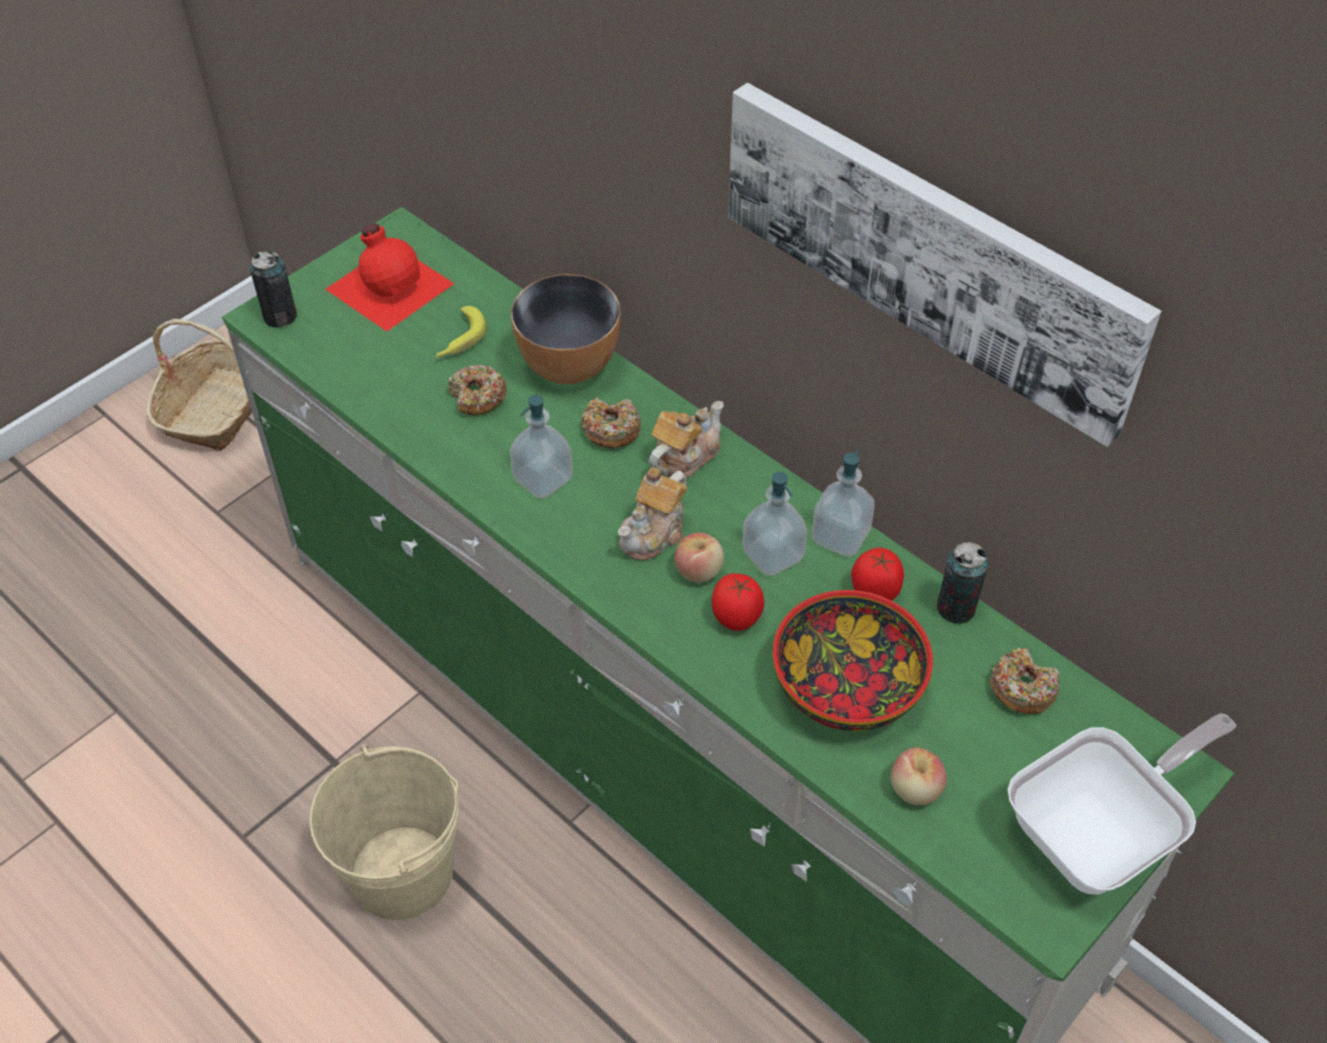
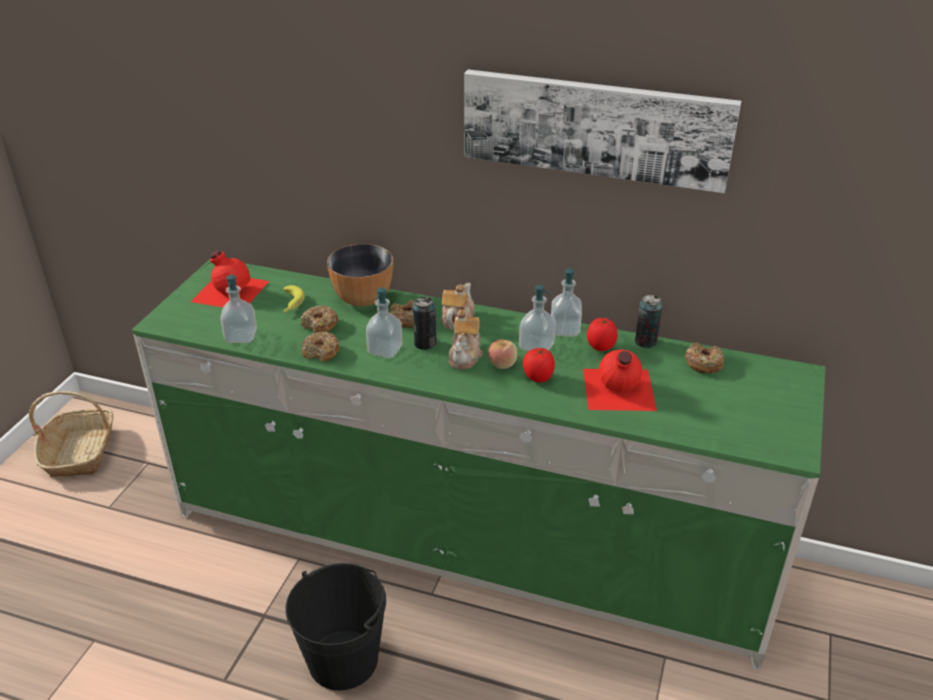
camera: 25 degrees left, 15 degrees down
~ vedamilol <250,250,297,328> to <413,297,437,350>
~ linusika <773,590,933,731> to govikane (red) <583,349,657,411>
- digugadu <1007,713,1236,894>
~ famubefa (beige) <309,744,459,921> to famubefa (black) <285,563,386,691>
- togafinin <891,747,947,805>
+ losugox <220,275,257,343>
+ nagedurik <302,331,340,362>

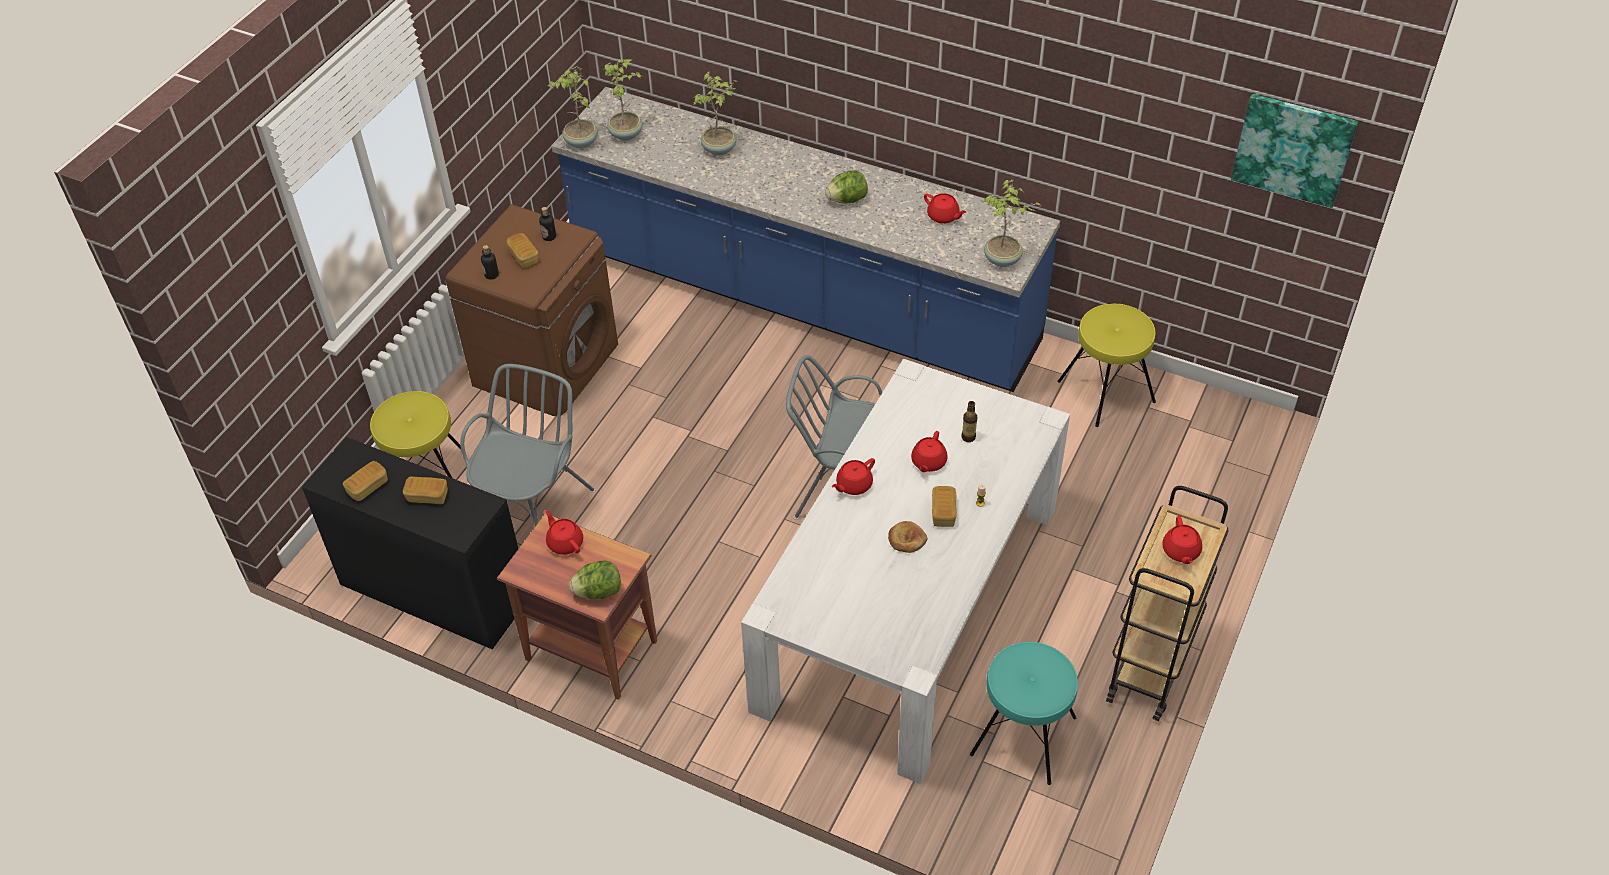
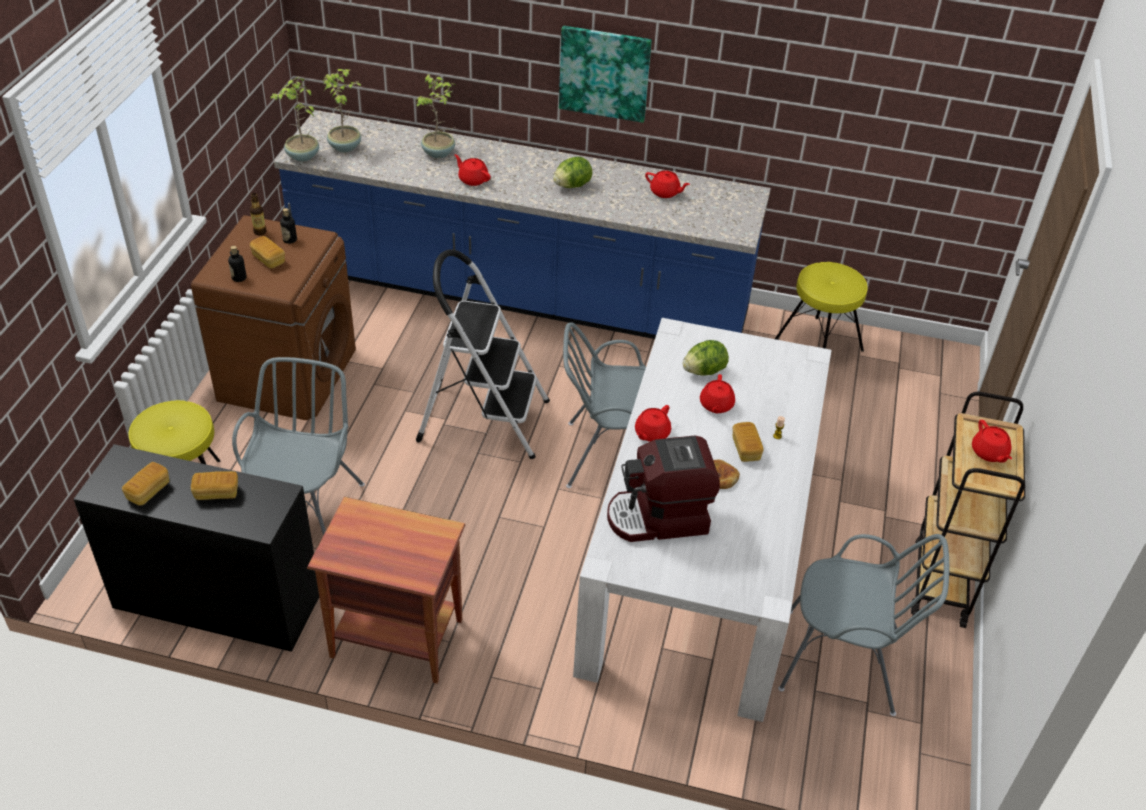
camera: 15 degrees left, 5 degrees down
~ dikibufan <1231,94,1358,208> to <559,26,652,123>
- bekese <983,180,1042,267>
~ govikane <962,401,977,442> to <250,193,267,235>
~ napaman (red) <545,510,583,555> to <454,154,491,186>
~ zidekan <569,560,621,599> to <683,340,729,376>
~ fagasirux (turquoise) <970,642,1078,785> to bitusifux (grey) <778,534,949,716>
+ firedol <416,249,550,459>
+ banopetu <607,436,720,542>

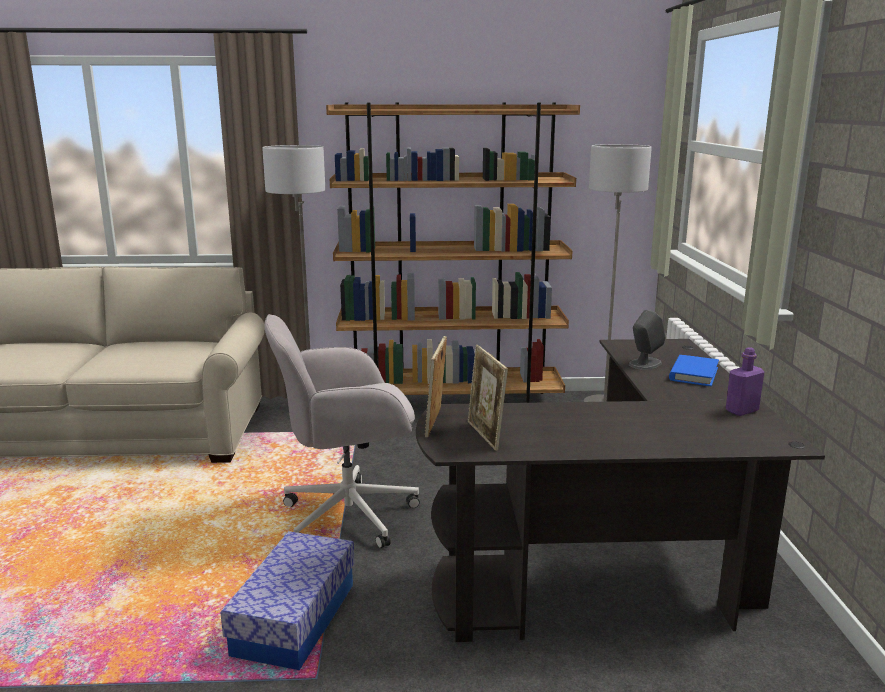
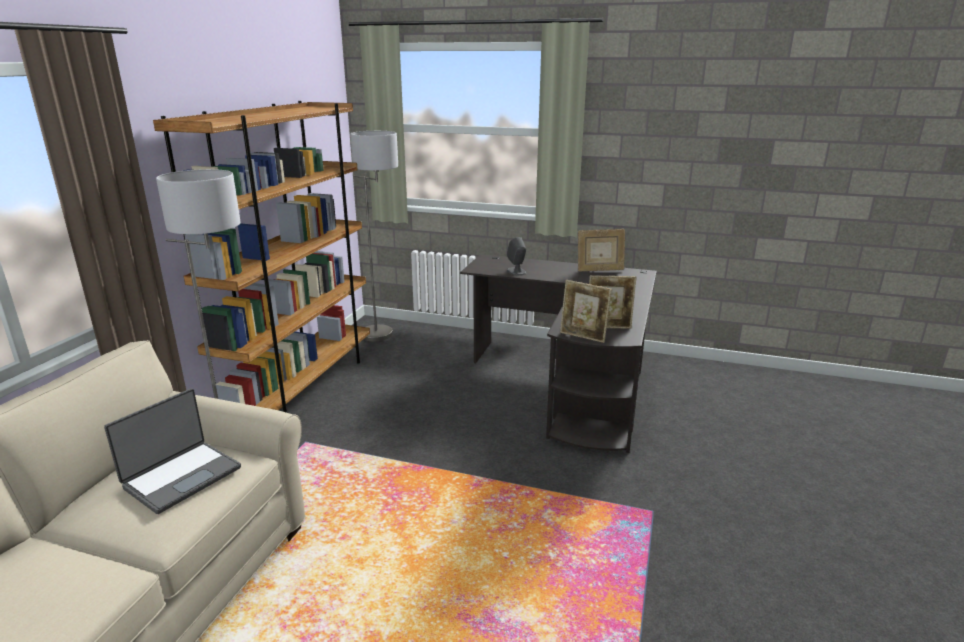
camera: 70 degrees left, 5 degrees up
- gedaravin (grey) <264,314,420,548>
~ govikane (purple) <726,347,764,416> to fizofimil <578,229,625,271>
- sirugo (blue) <669,355,719,386>
- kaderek <221,531,355,670>
+ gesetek <104,389,241,514>

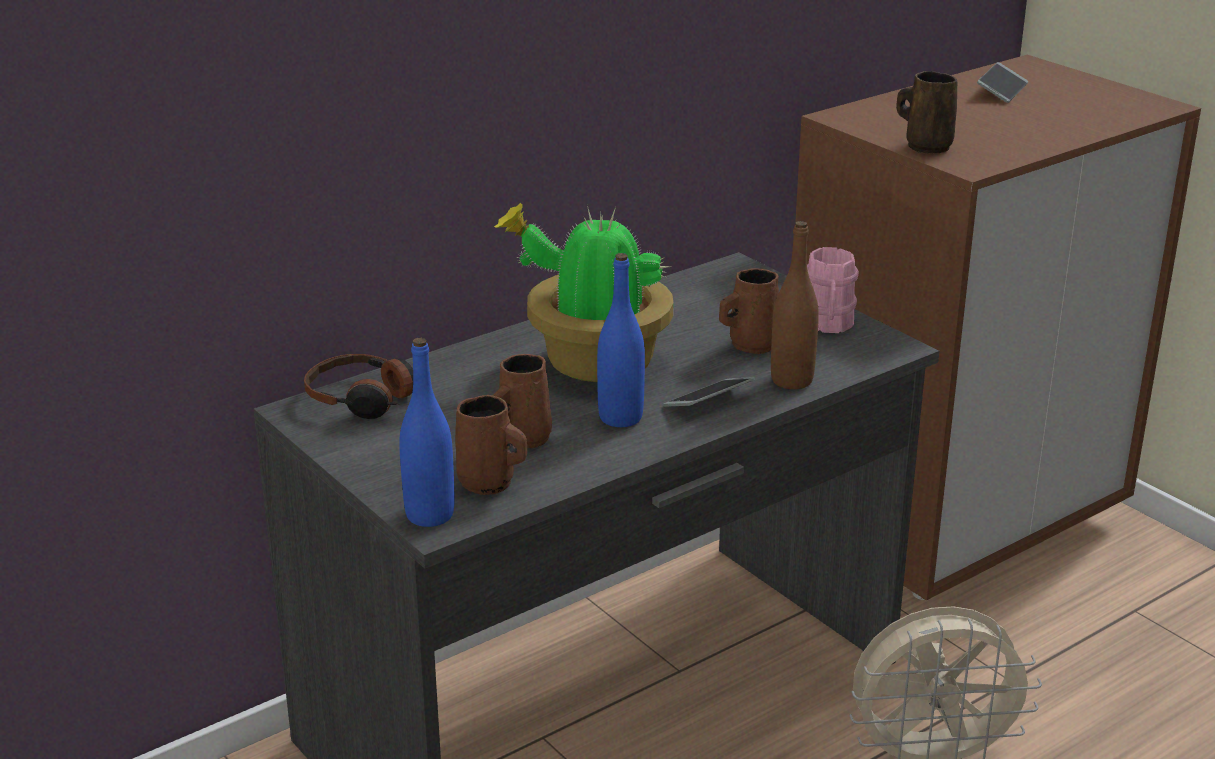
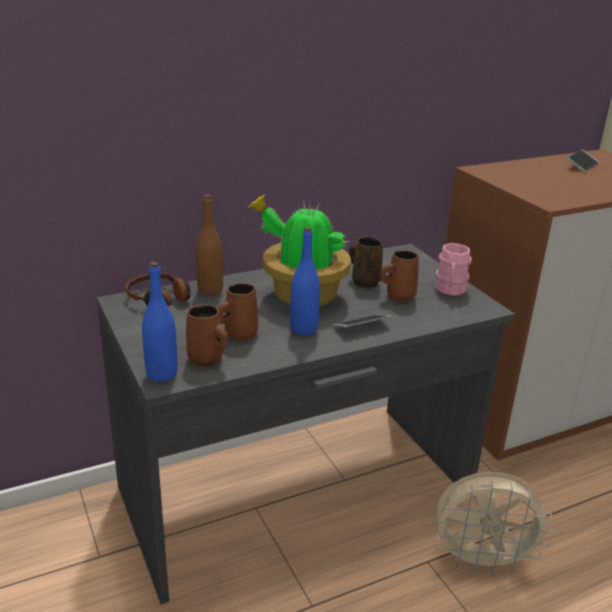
camera: 10 degrees right, 0 degrees up
~ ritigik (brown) <896,71,957,153> to <349,237,383,288>
~ govikane (brown) <771,221,819,389> to <196,195,223,295>

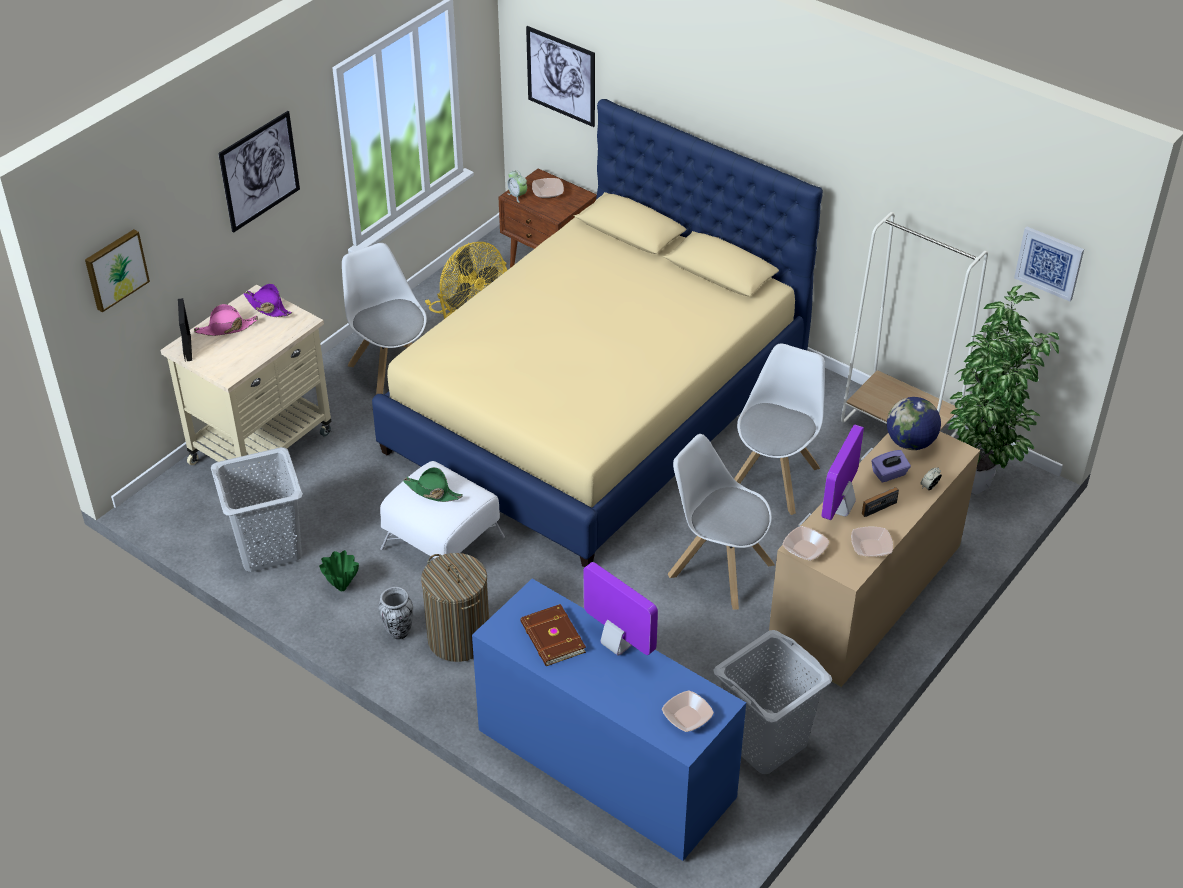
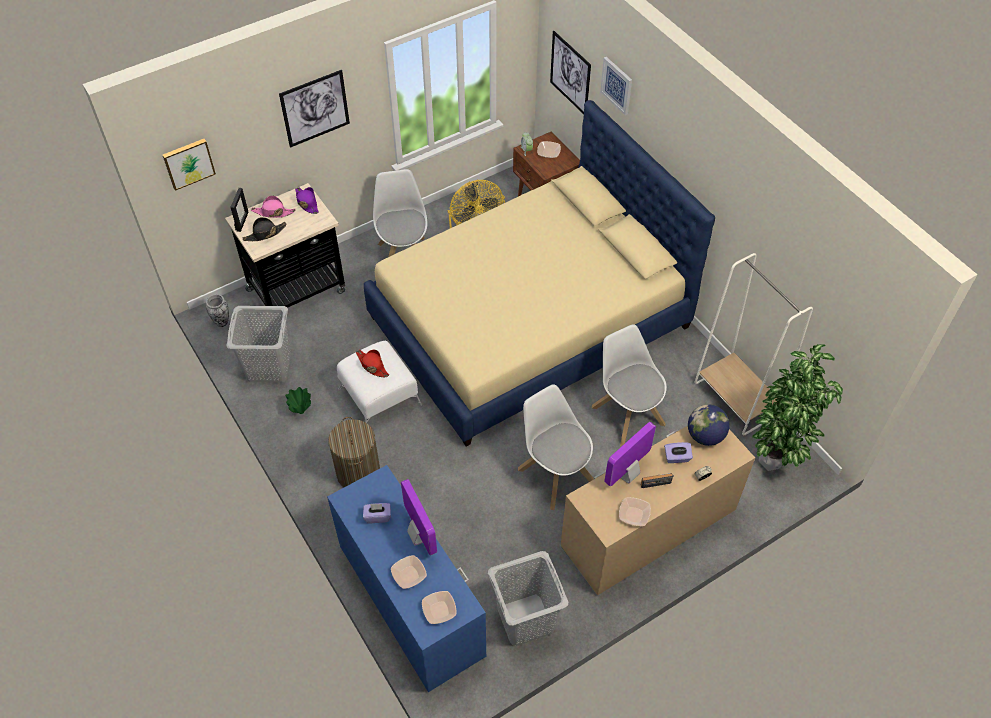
camera: 20 degrees right, 10 degrees up
~ dikibufan <1014,227,1084,301> to <600,57,632,115>
~ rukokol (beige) <161,285,331,495> to rukokol (black) <225,183,345,308>
~ bitusifux <734,343,825,515> = <592,324,667,447> 75 degrees counterclockwise
~ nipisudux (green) <403,467,463,502> to nipisudux (red) <356,350,389,378>
~ linusika <782,526,829,560> to <391,555,427,589>
~ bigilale <378,587,413,640> to <206,294,229,327>
~ sirugo (brown) <521,604,586,666> to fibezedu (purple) <363,503,391,523>
+ nipisudux (black) <242,217,286,241>

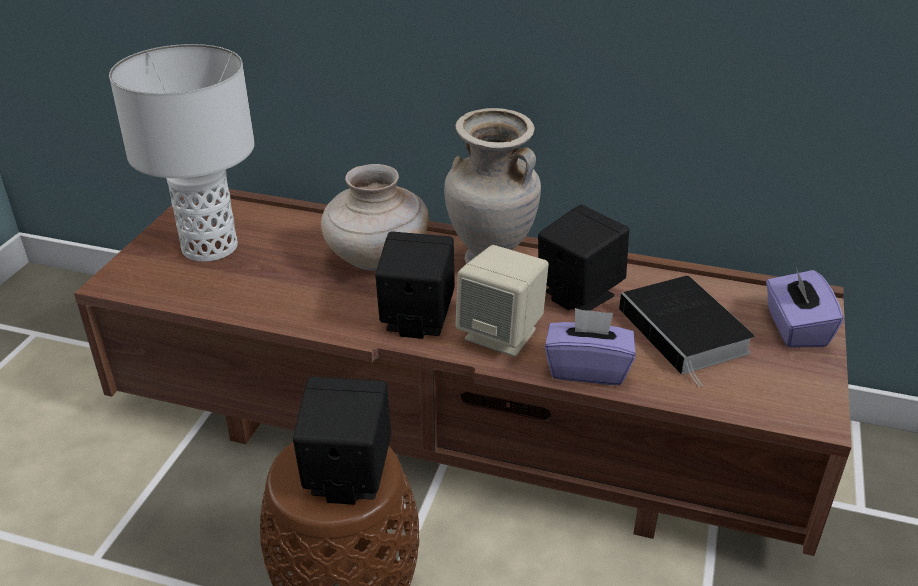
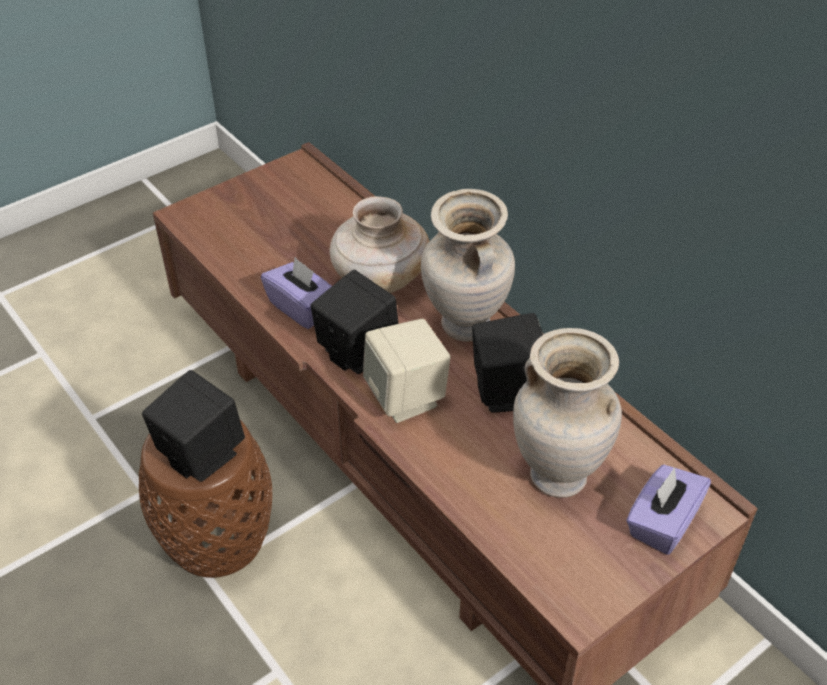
camera: 35 degrees right, 10 degrees up
- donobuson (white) <109,44,255,262>
~ sirugo <619,276,755,387> to bigilale (beige) <513,328,622,498>
~ fibezedu (purple) <545,308,636,385> to <261,257,332,329>

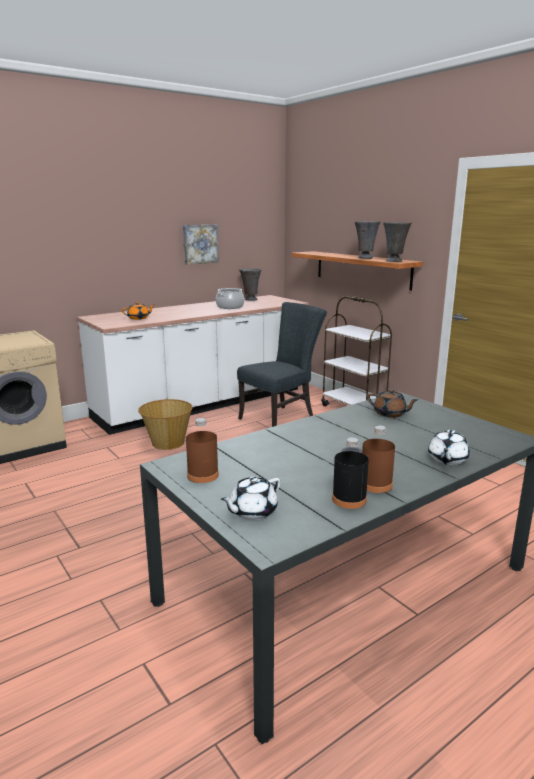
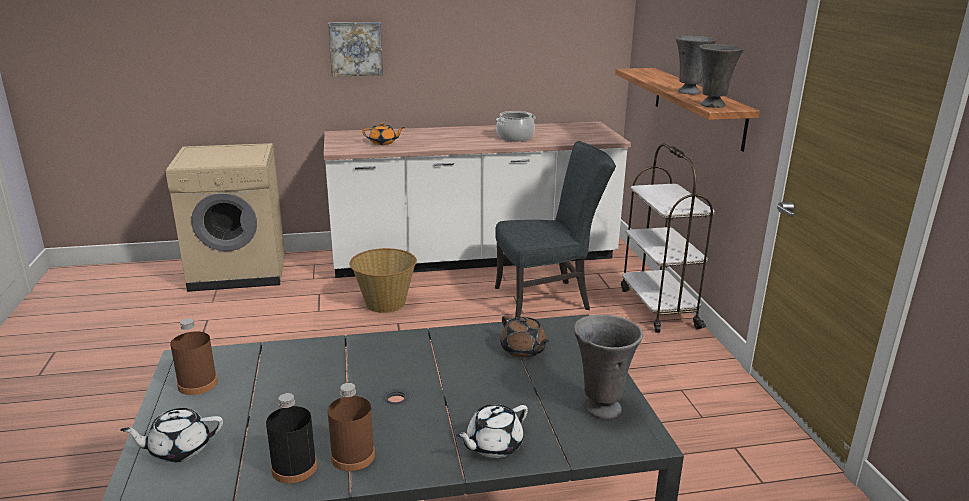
camera: 25 degrees right, 5 degrees up
~ dikibufan <183,225,219,265> to <328,22,383,77>
~ bigilale (grey) <239,268,261,301> to <574,314,643,419>

